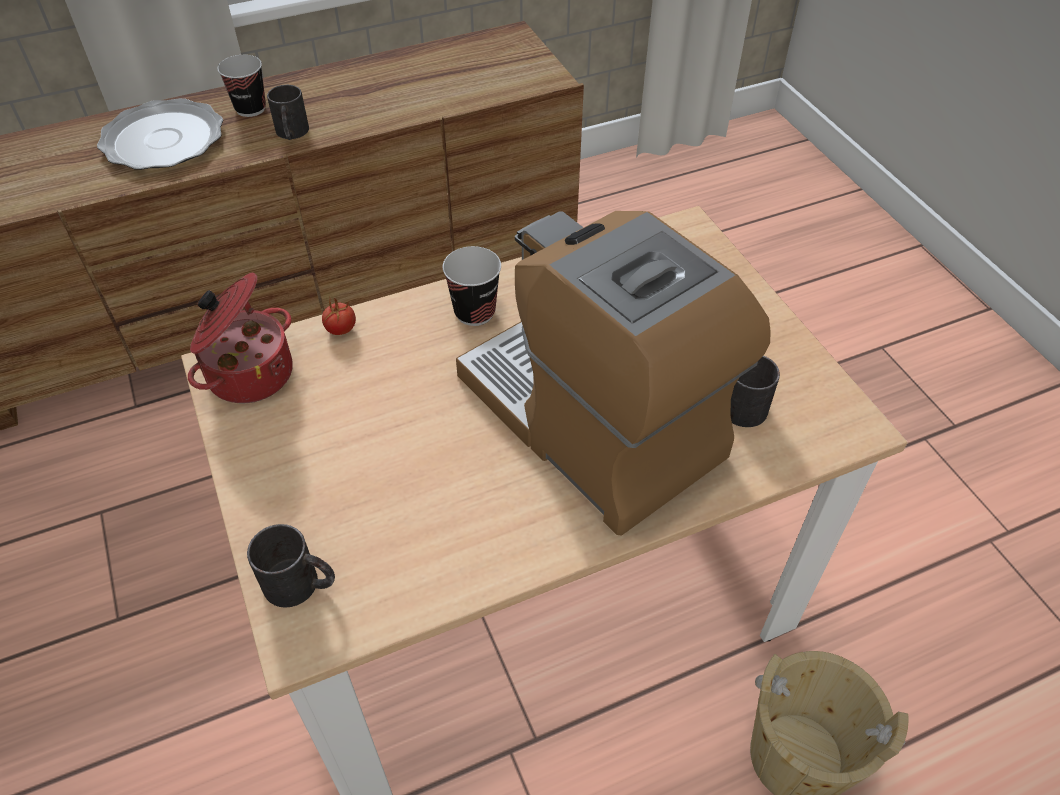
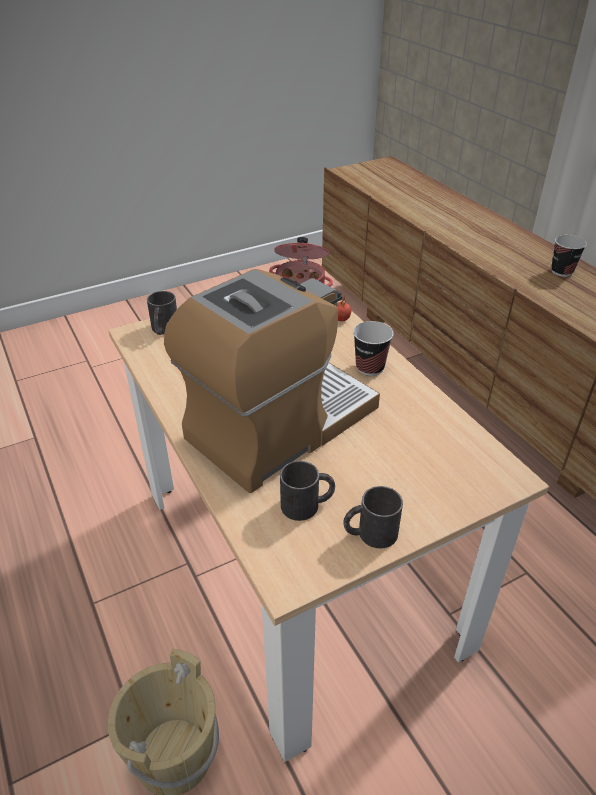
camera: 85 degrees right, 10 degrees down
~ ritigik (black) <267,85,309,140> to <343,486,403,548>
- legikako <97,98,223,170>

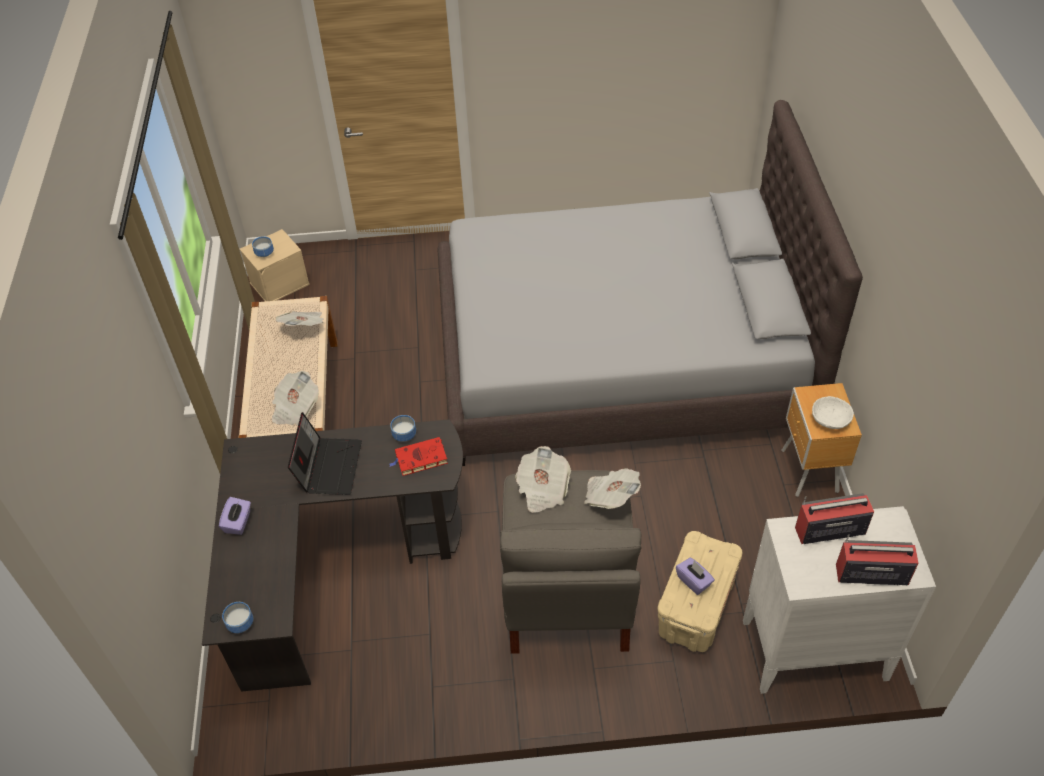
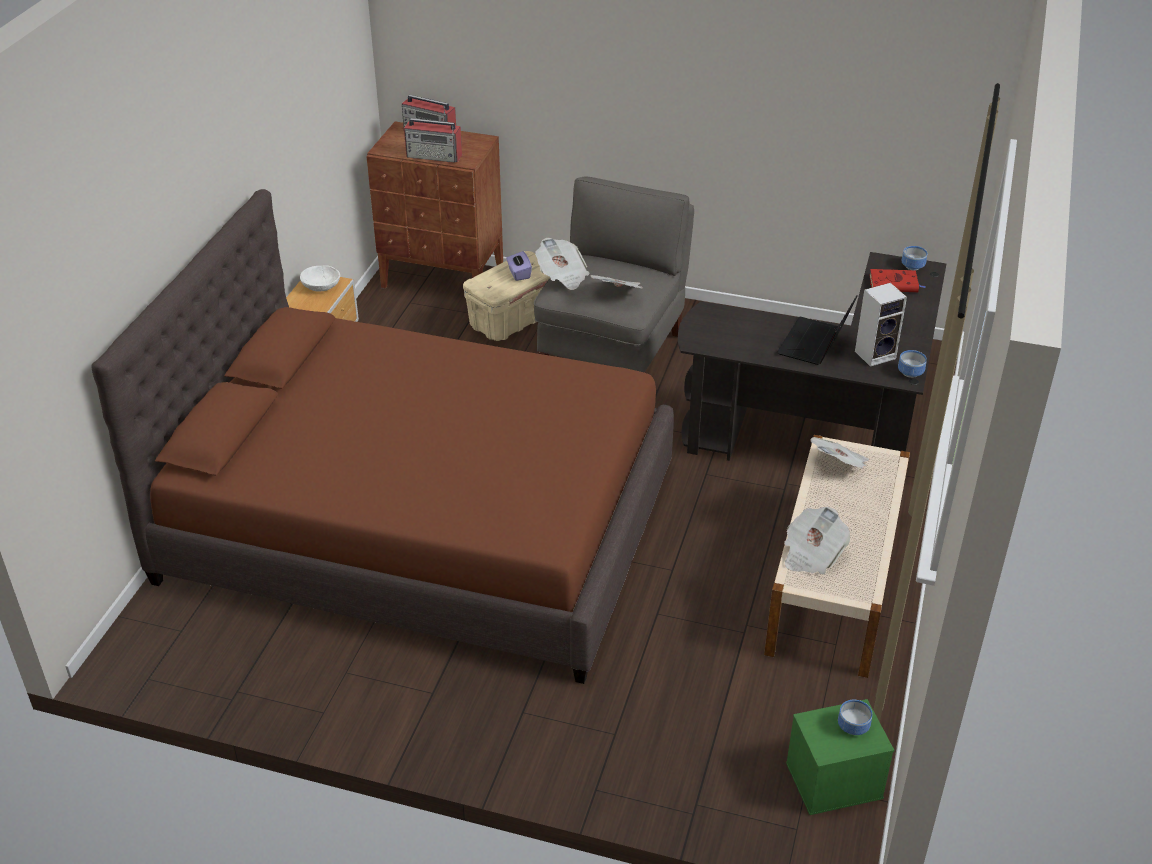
camera: 160 degrees left, 10 degrees down
~ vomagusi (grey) <438,100,863,466> to vomagusi (brown) <91,189,674,684>
~ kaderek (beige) <240,229,310,301> to kaderek (green) <786,699,894,815>
~ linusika <390,415,416,442> to <898,350,927,378>
~ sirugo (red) <390,437,448,476> to <869,269,926,292>
- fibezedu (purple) <219,497,251,535>
~ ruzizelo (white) <743,506,936,694> to ruzizelo (brown) <366,122,503,289>
+ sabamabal <855,283,907,367>

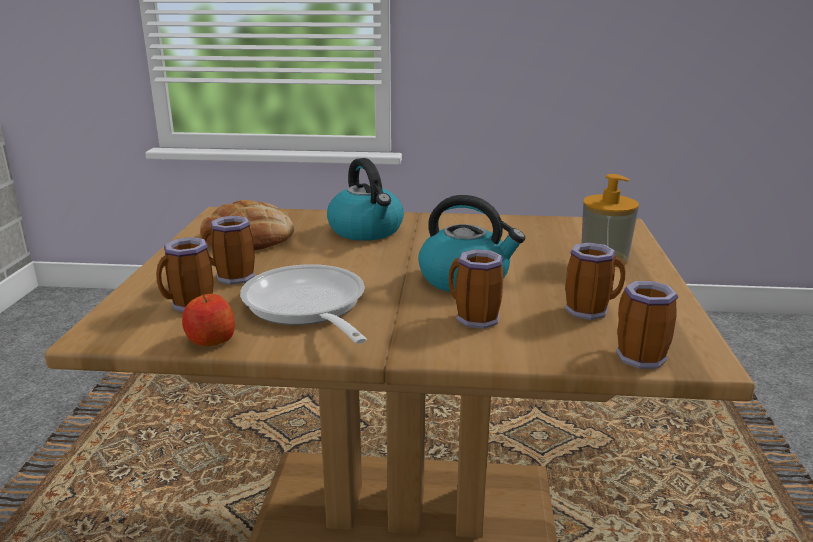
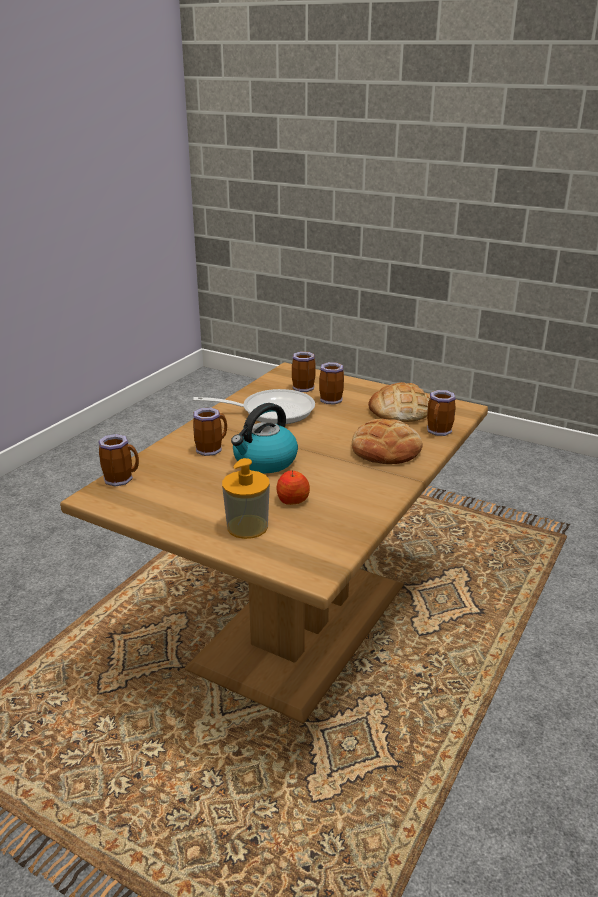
camera: 115 degrees right, 5 degrees up
~ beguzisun <327,158,404,241> to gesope <352,419,423,464>
~ ritigik <565,242,625,320> to <427,390,456,436>
~ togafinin <182,294,235,346> to <276,470,310,505>

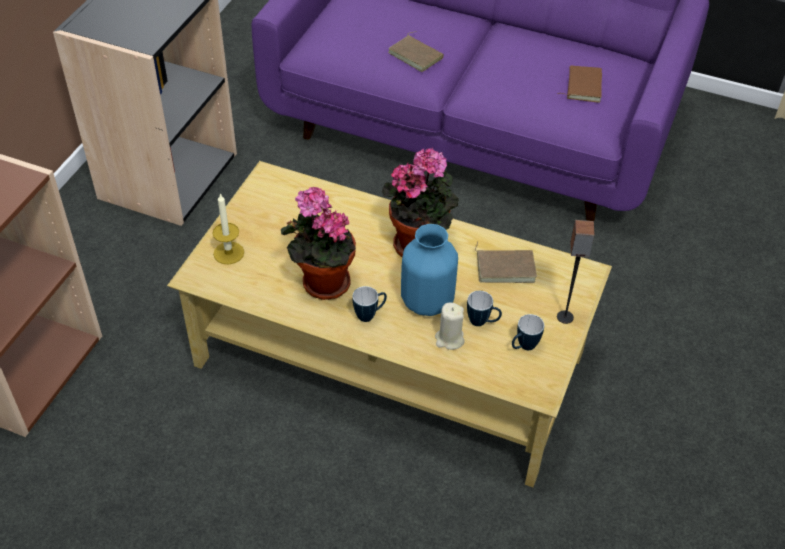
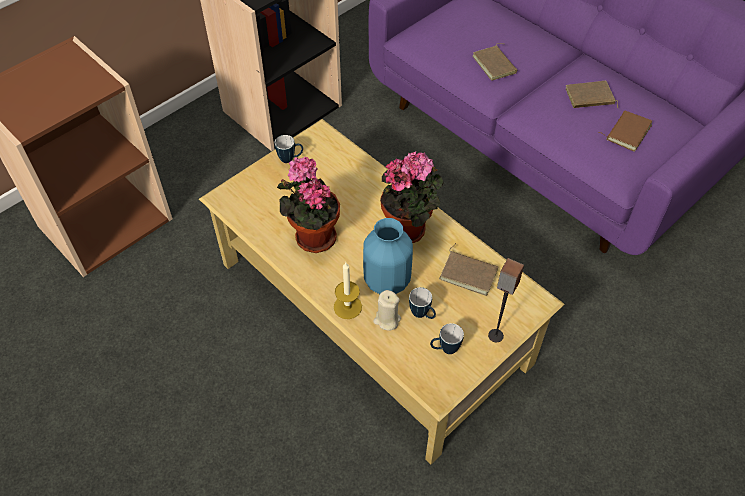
camera: 25 degrees right, 5 degrees up
~ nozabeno <212,194,244,264> to <334,263,362,319>
~ ritigik <353,286,387,322> to <275,135,303,163>
+ sirugo (brown) <566,81,618,108>

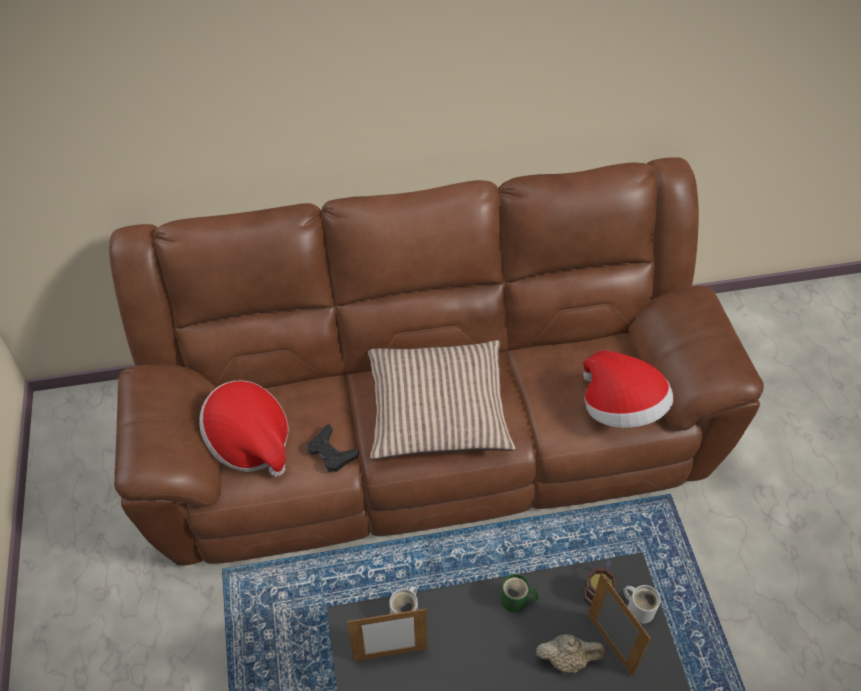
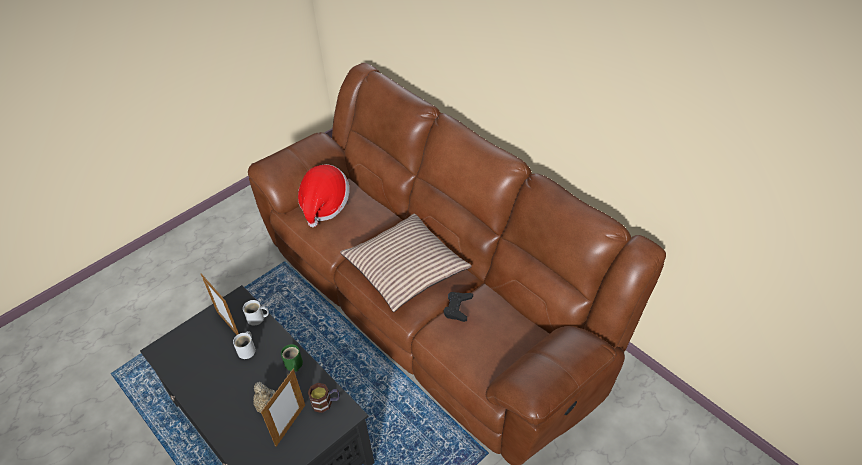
camera: 60 degrees right, 5 degrees down
- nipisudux <583,350,673,428>
~ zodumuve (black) <307,424,359,473> to <443,292,473,322>
~ ritigik (white) <623,585,661,624> to <233,331,256,359>

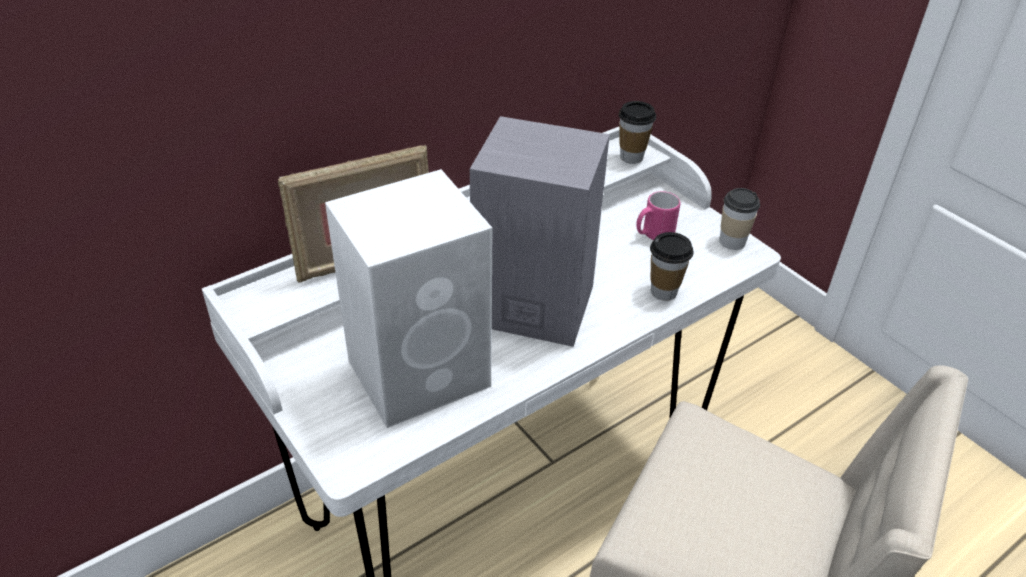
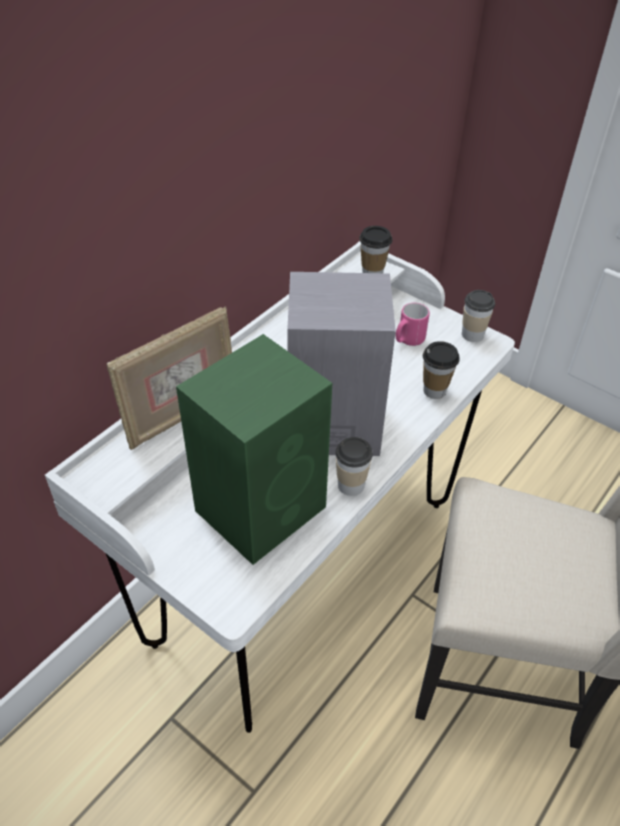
camera: 15 degrees left, 5 degrees up
~ sabamabal (white) <325,169,493,428> to sabamabal (green) <176,334,332,565>
+ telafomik <335,437,373,496>

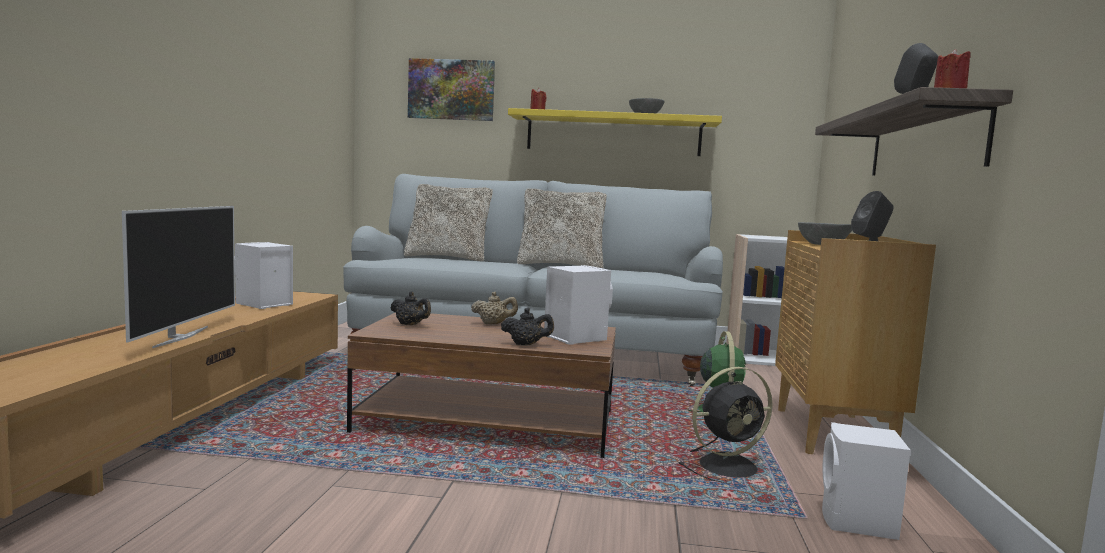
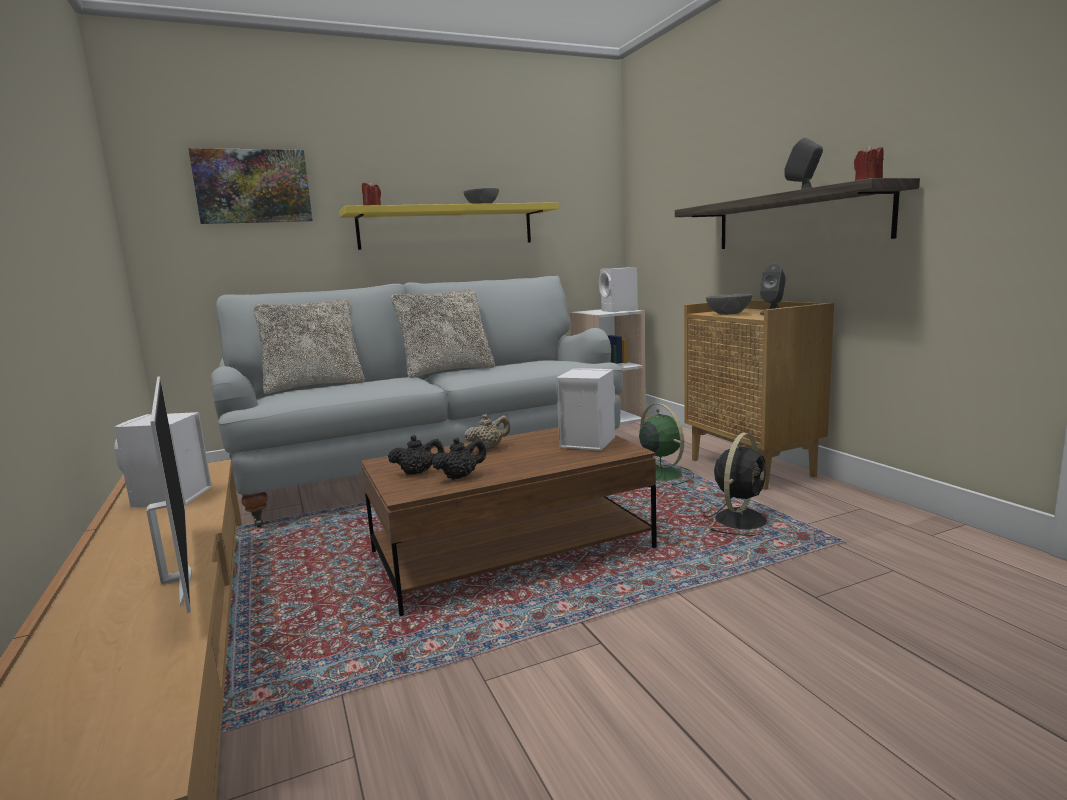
camera: 30 degrees left, 5 degrees up
~ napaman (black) <501,308,554,345> to <432,438,487,480>
~ sabamabal (white) <822,422,911,540> to <599,267,638,312>

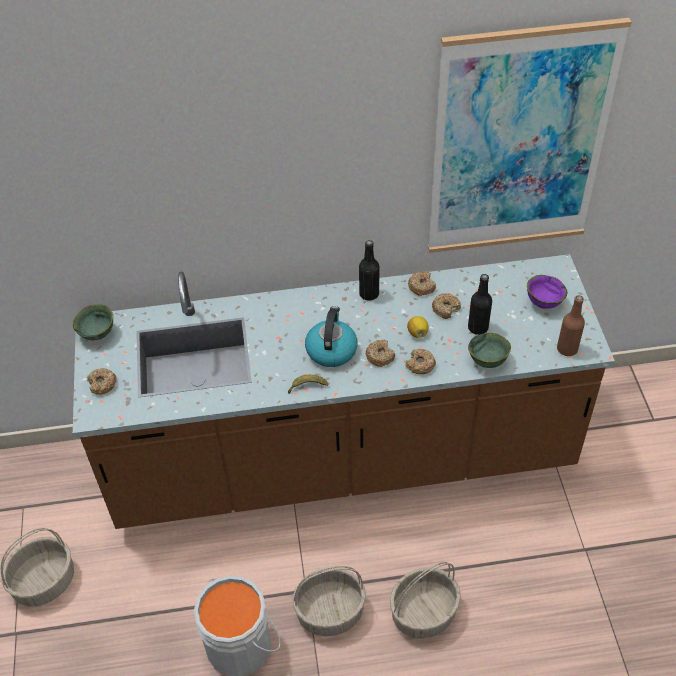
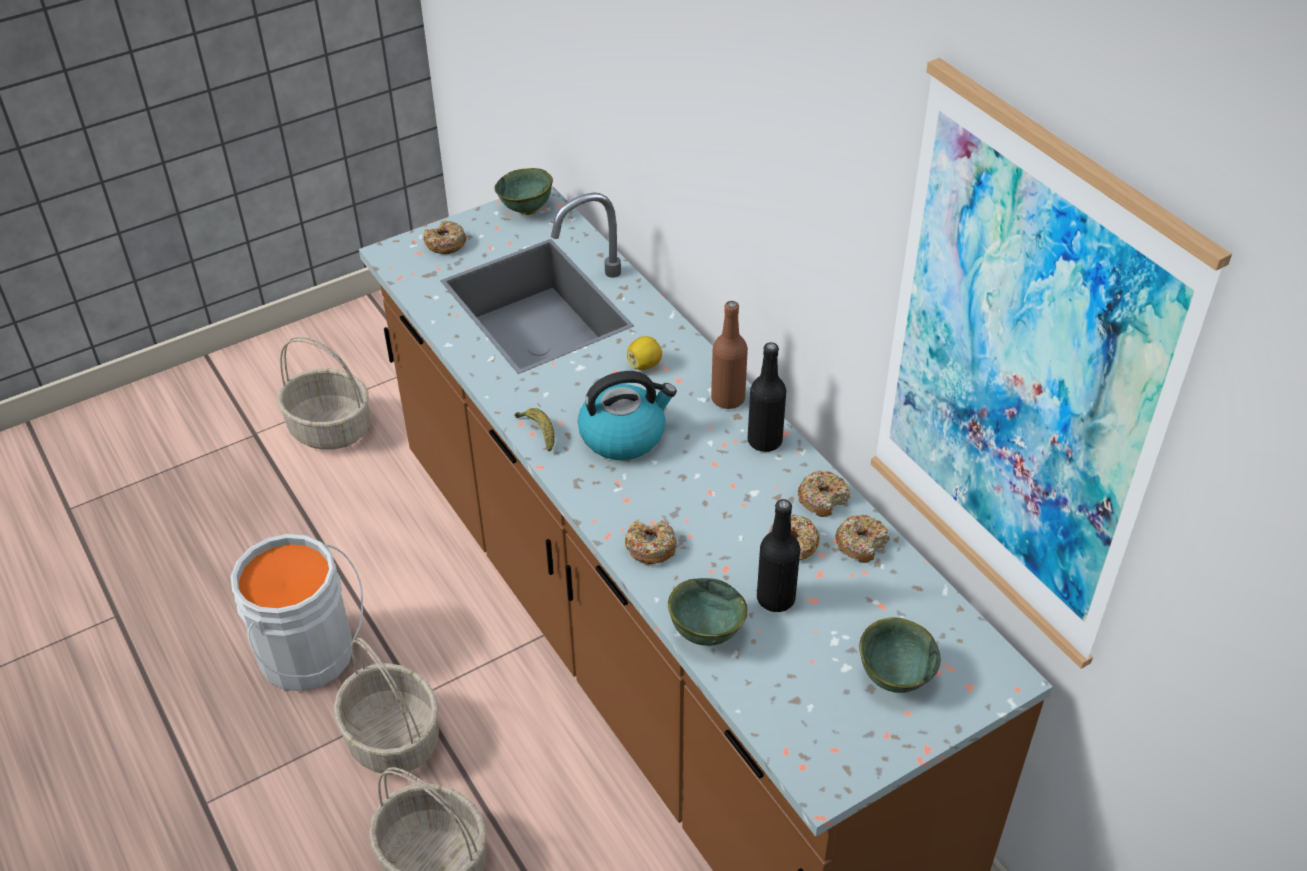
camera: 65 degrees right, 5 degrees down
~ linusika (purple) <527,275,567,309> to linusika (green) <859,617,941,693>
~ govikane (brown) <557,295,585,356> to <711,301,748,409>
~ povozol <407,316,429,338> to <627,336,662,370>
~ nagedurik <366,339,395,367> to <835,515,890,563>

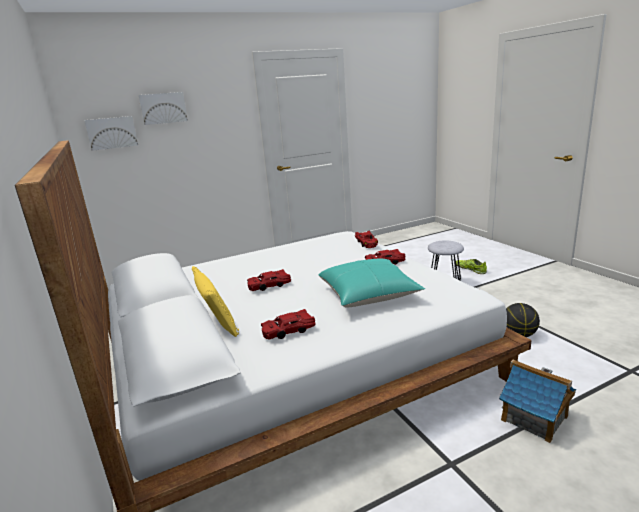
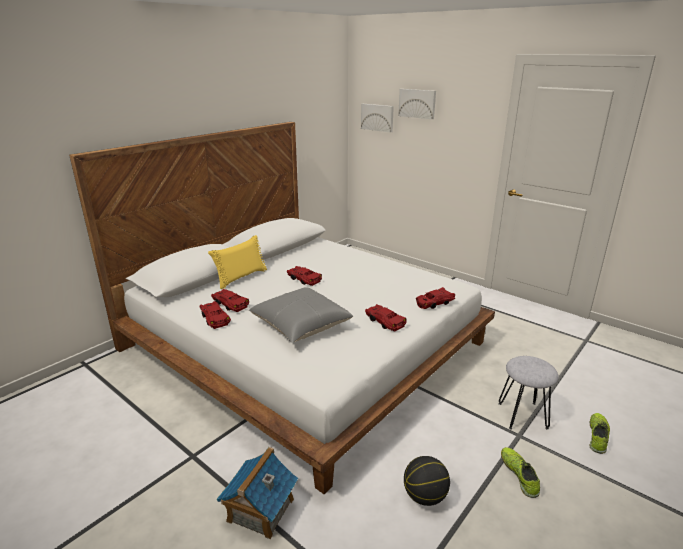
camera: 65 degrees right, 5 degrees up
~ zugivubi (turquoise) <319,259,425,307> to zugivubi (grey) <249,287,353,343>
+ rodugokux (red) <200,301,231,329>
+ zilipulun <501,447,540,498>

